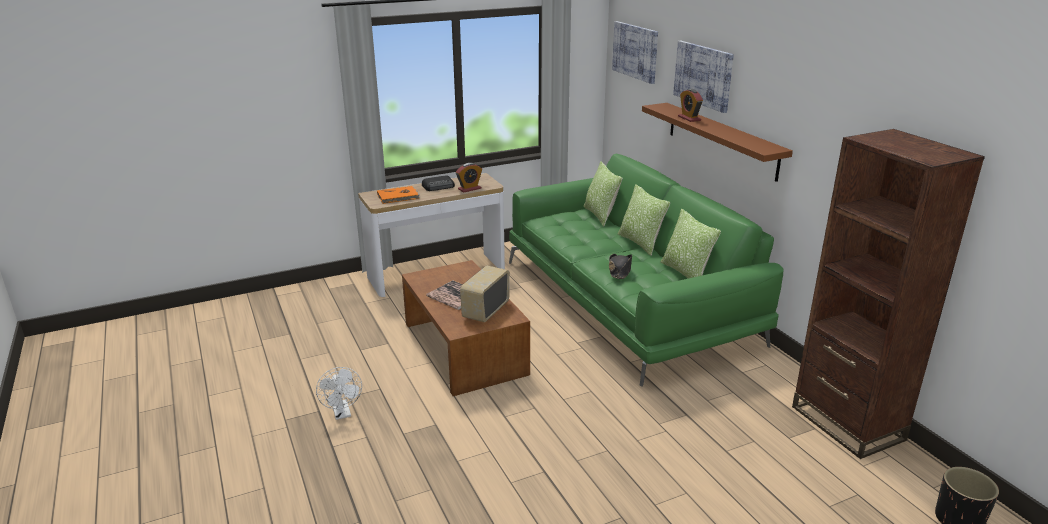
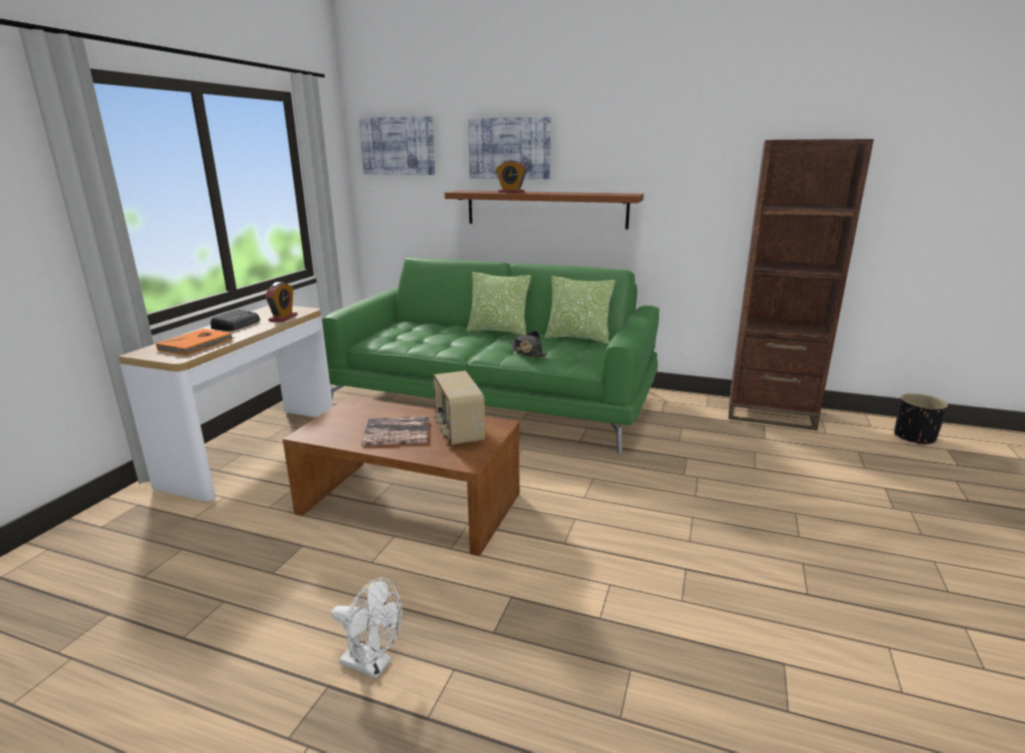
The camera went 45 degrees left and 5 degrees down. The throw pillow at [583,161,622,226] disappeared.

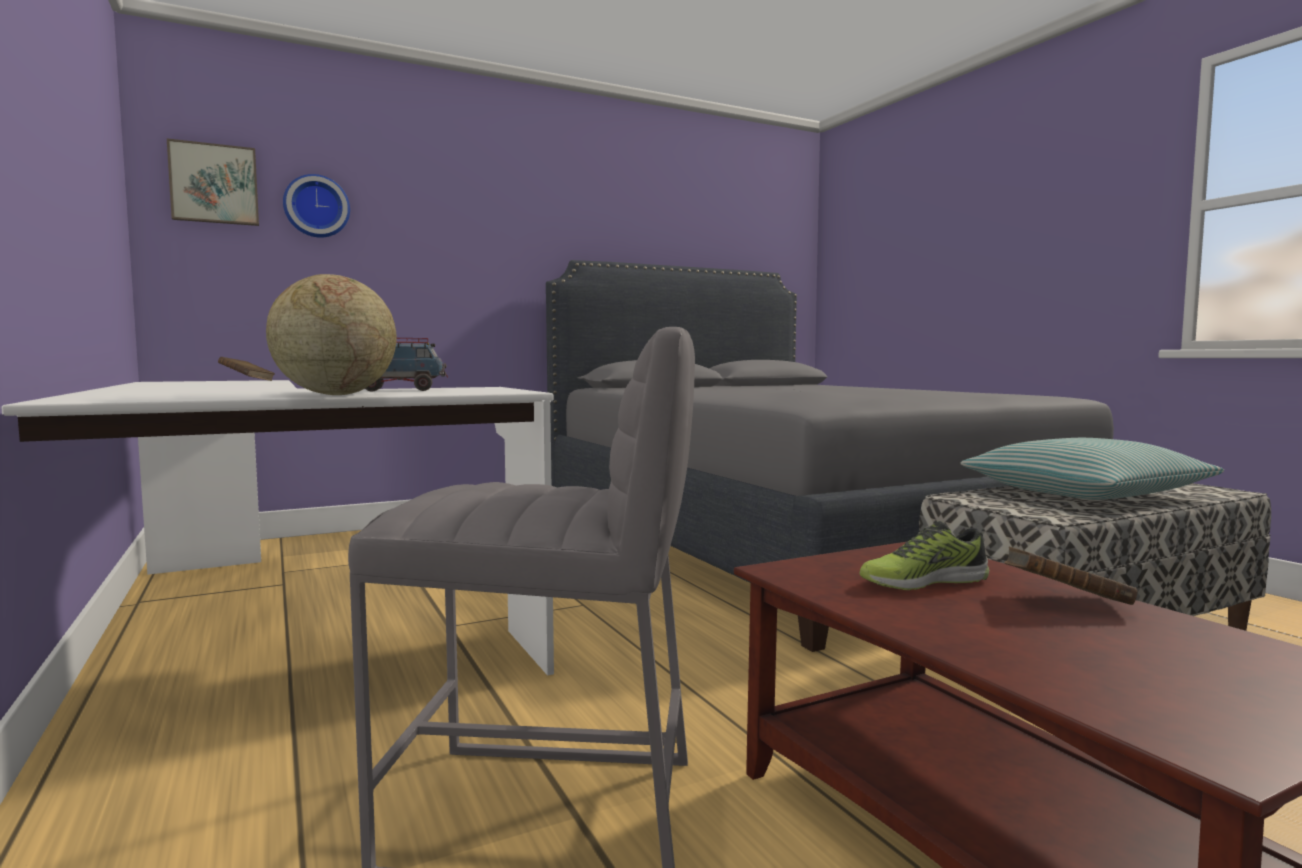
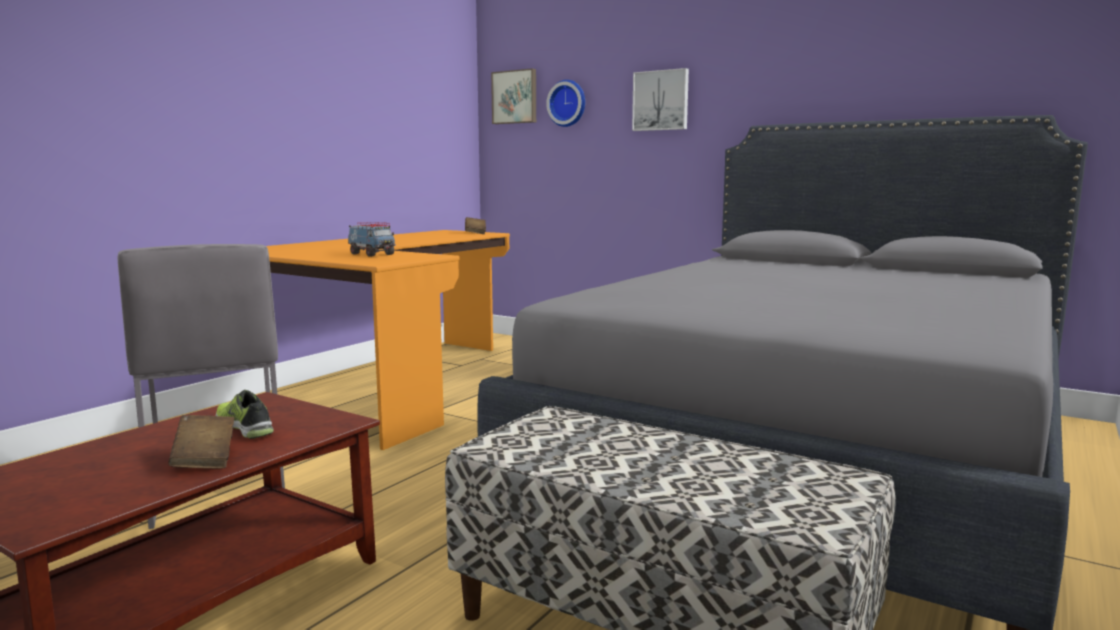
The camera went 60 degrees right and 5 degrees up. The white-coloured desk unit at [1,380,554,676] became the orangey desk unit at [266,230,510,450]. The wall art at [632,68,689,131] appeared. The globe at [266,274,397,395] disappeared. The throw pillow at [960,438,1224,500] disappeared.

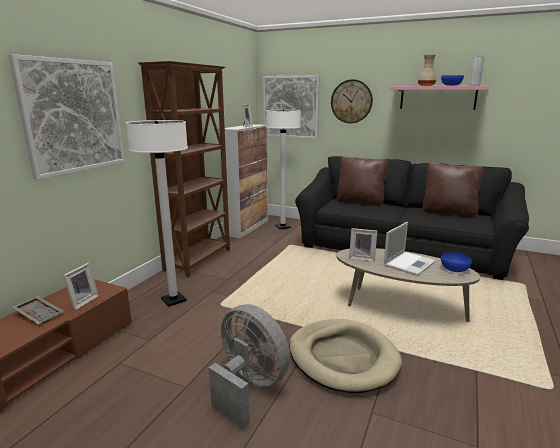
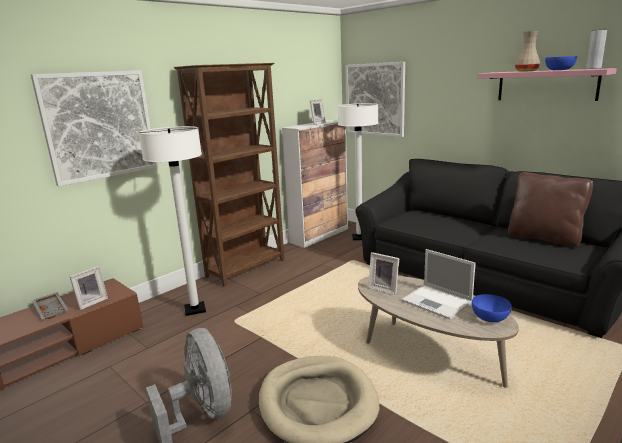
The camera went 20 degrees right and 0 degrees up. The laptop at [384,222,436,276] turned 75 degrees clockwise. The clock on the wall at [331,79,373,123] disappeared. The brownish throw pillow at [337,157,388,206] disappeared.

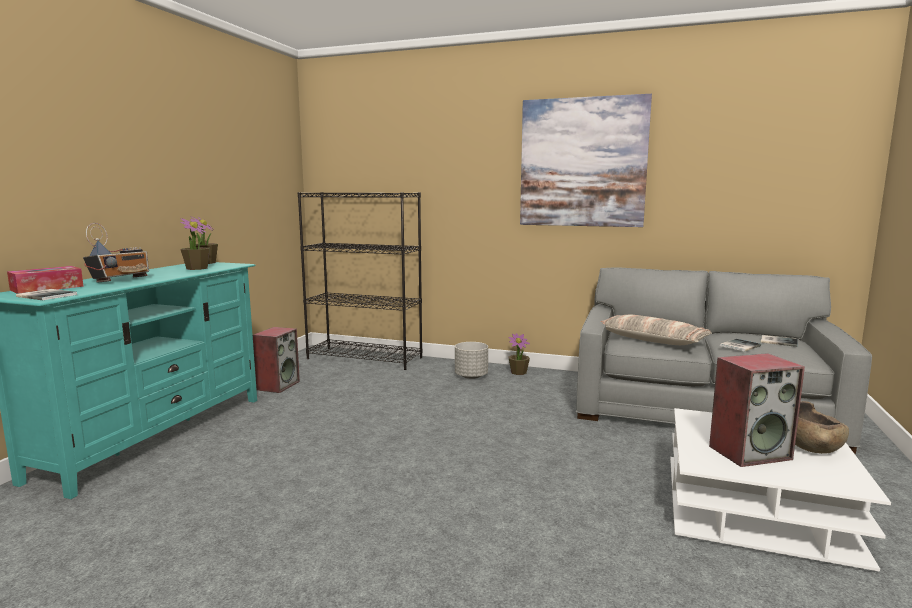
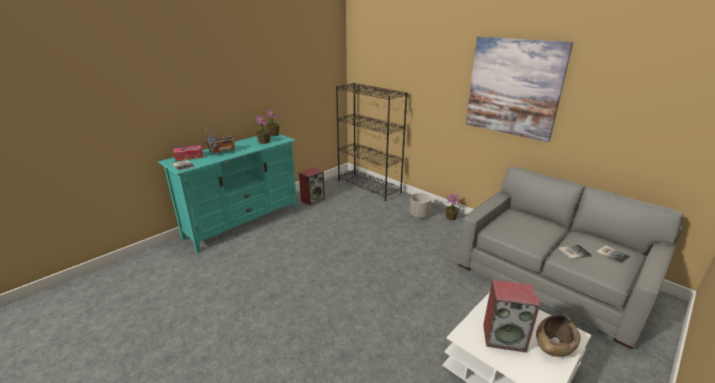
The camera went 25 degrees right and 15 degrees up. The throw pillow at [600,315,712,345] disappeared.

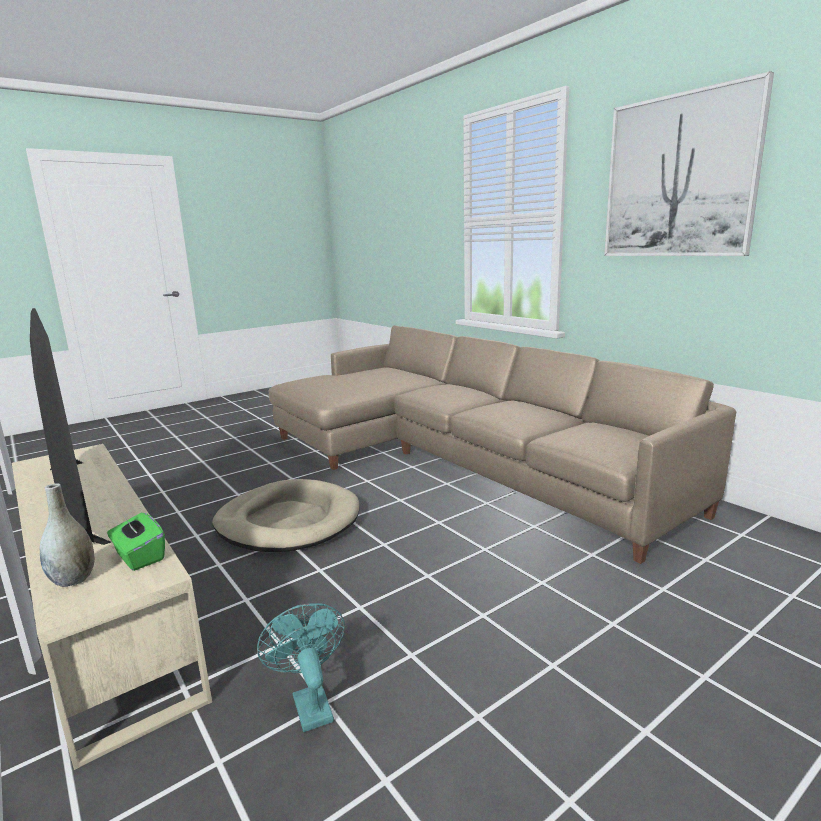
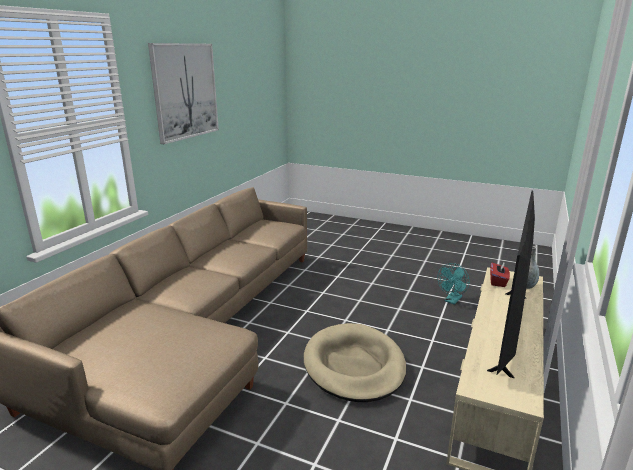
The camera went 120 degrees left and 5 degrees up. The green-coloured box of tissues at [107,513,165,571] became the red box of tissues at [490,261,510,287].

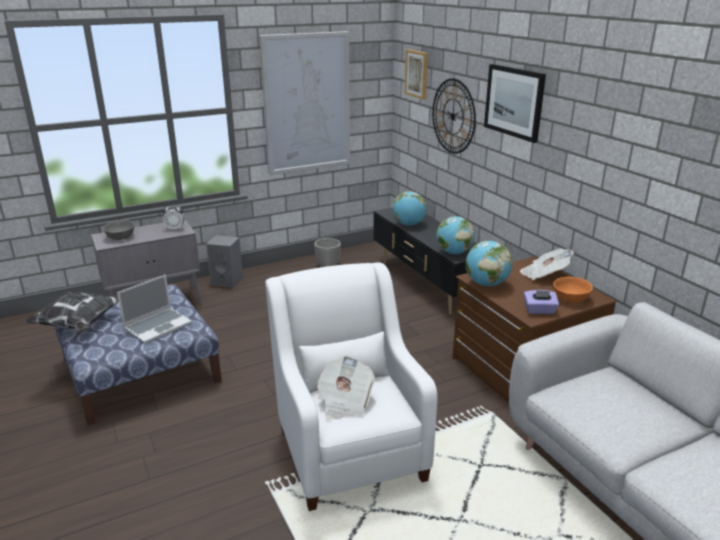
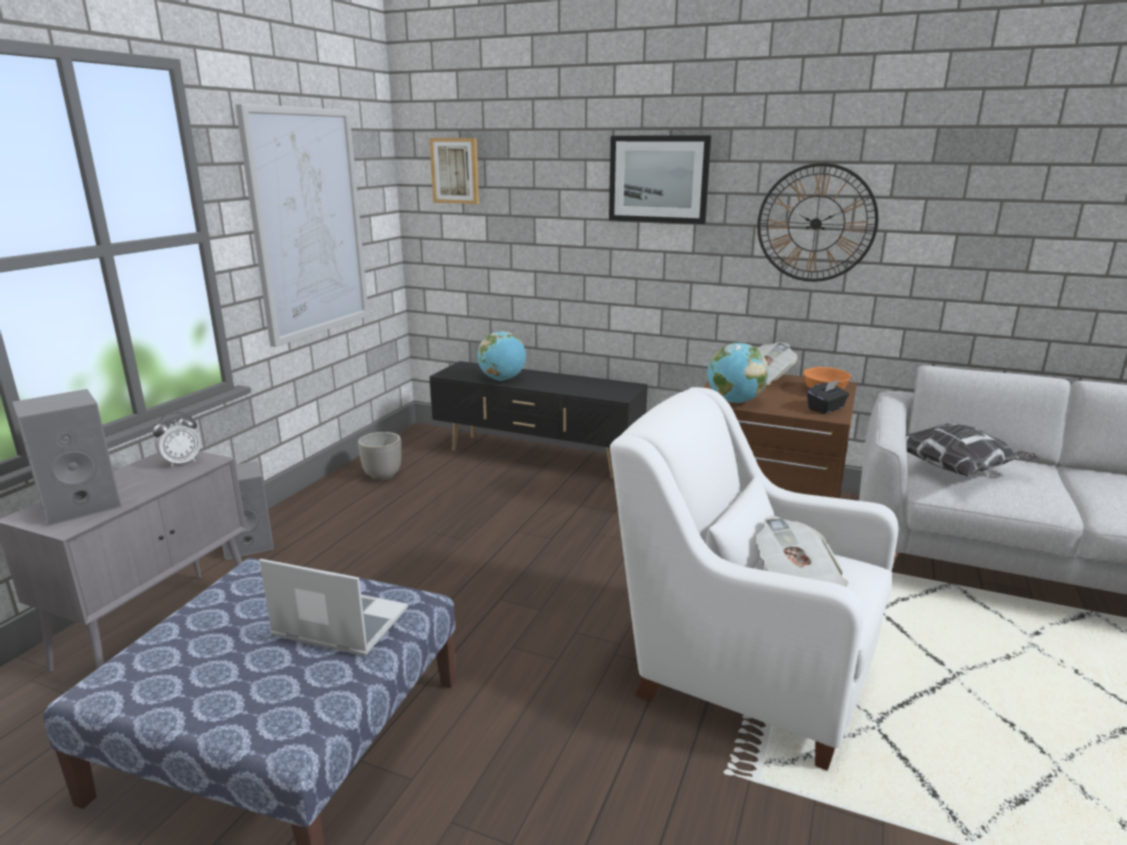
The camera went 40 degrees left and 5 degrees down. The gray deep dish at [103,220,135,240] was replaced by the gray loudspeaker at [12,389,122,526]. The laptop at [117,275,192,344] turned 75 degrees counterclockwise. The clock on the wall moved from [432,78,476,154] to [757,163,878,282]. The purple-coloured box of tissues at [524,290,559,314] became the black-coloured box of tissues at [807,380,849,414]. The throw pillow moved from [25,291,119,332] to [905,423,1039,476]. The globe at [436,216,475,254] disappeared.

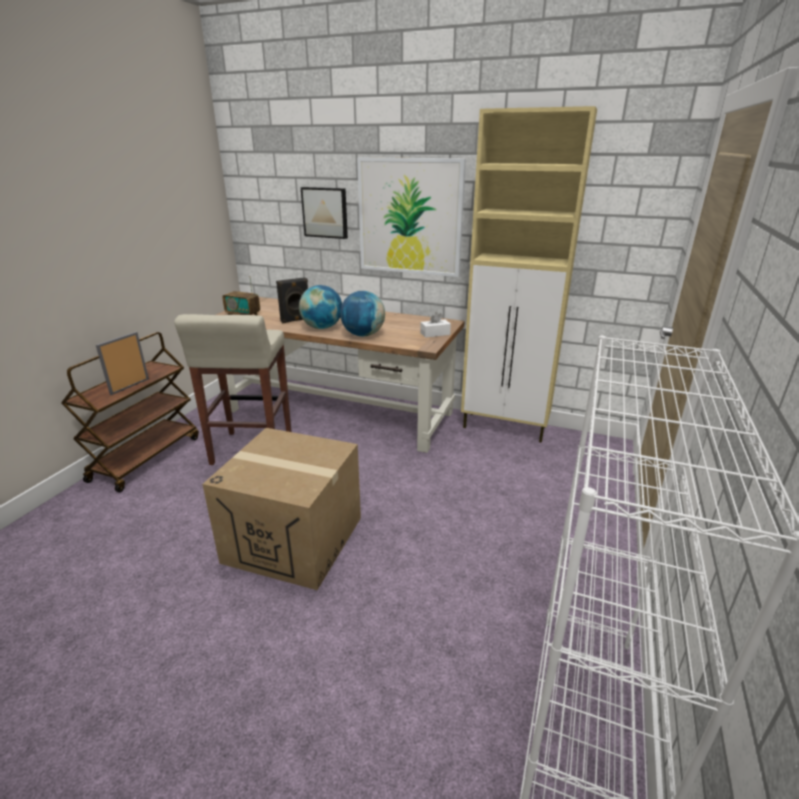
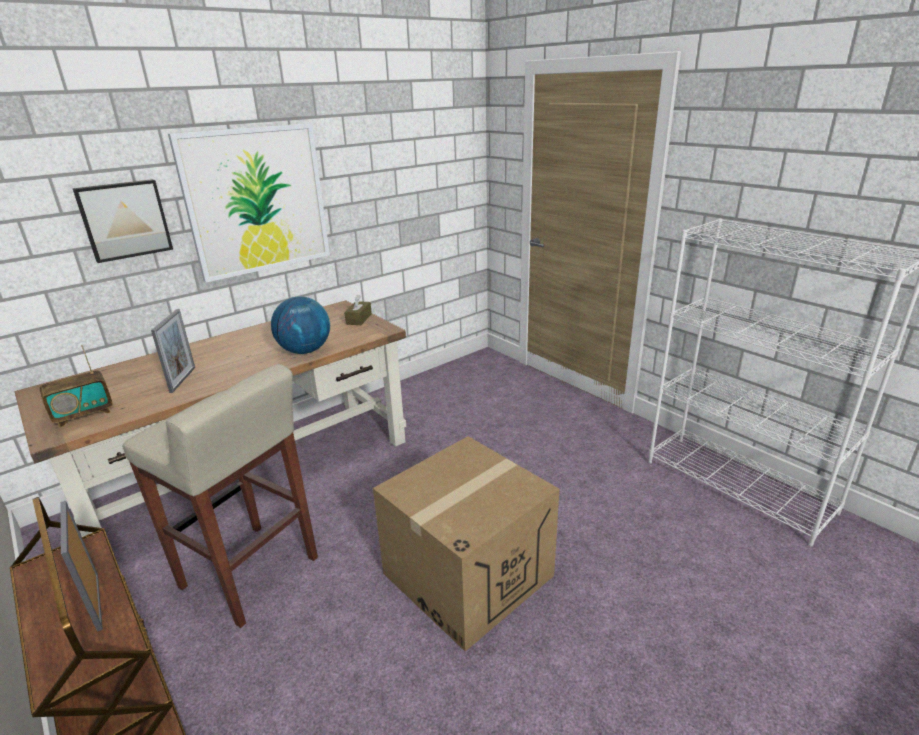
The camera went 60 degrees left and 0 degrees up. The black-coloured loudspeaker at [276,277,308,323] was replaced by the standing frame at [151,309,195,393]. The white-coloured box of tissues at [420,312,451,338] became the brownish box of tissues at [344,294,372,325]. The globe at [299,285,342,329] disappeared. The beige-coloured cupboard at [461,106,597,443] disappeared.

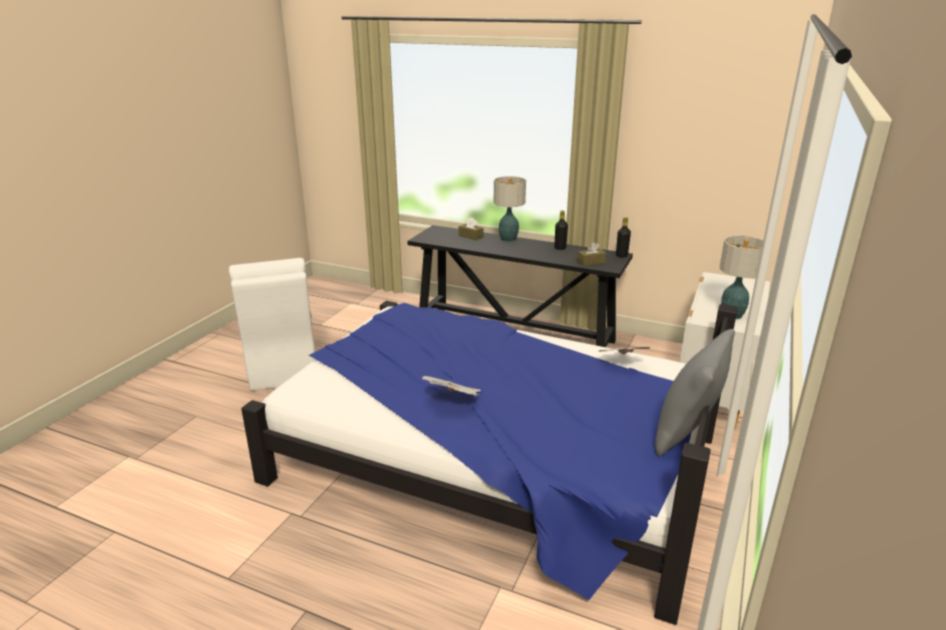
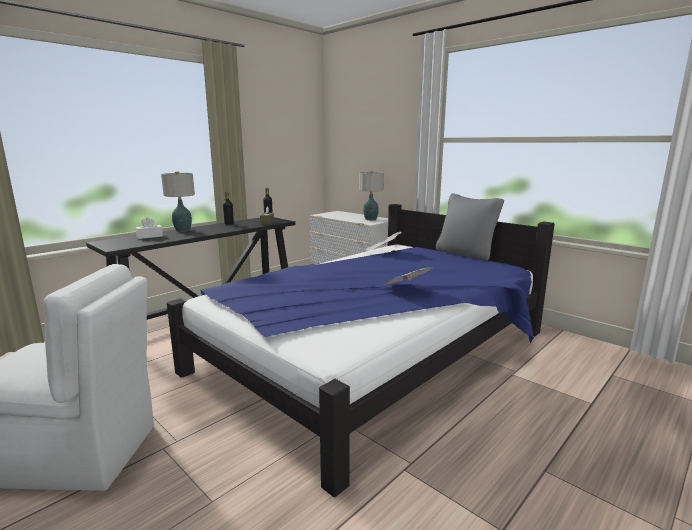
The camera went 70 degrees left and 10 degrees down. The brownish box of tissues at [459,218,484,240] became the white-coloured box of tissues at [136,217,163,239].

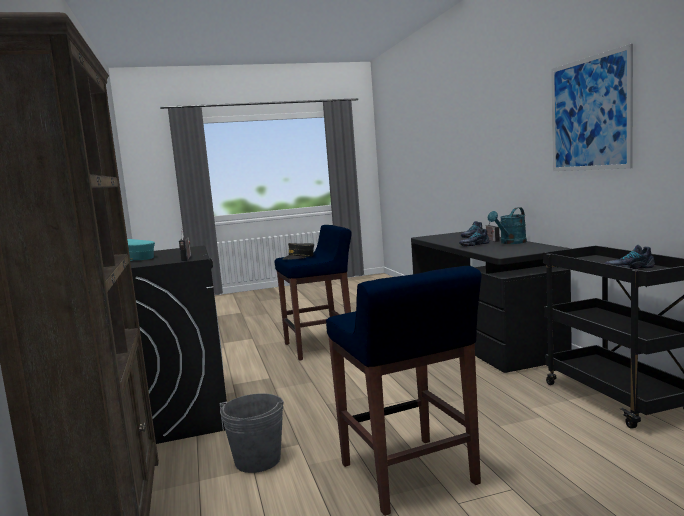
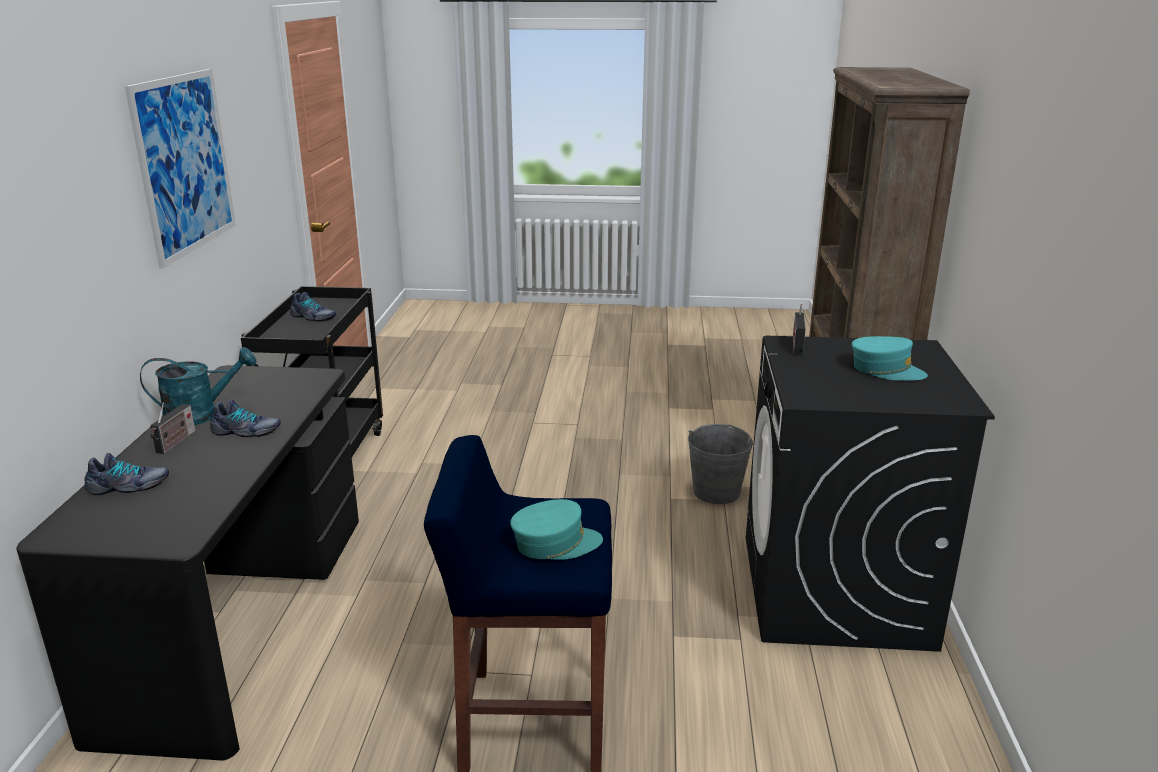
The camera went 160 degrees left and 15 degrees up. The gray baseball cap at [283,243,314,260] became the blue-green baseball cap at [510,499,603,560]. The blue stool seat at [326,266,481,516] disappeared.

